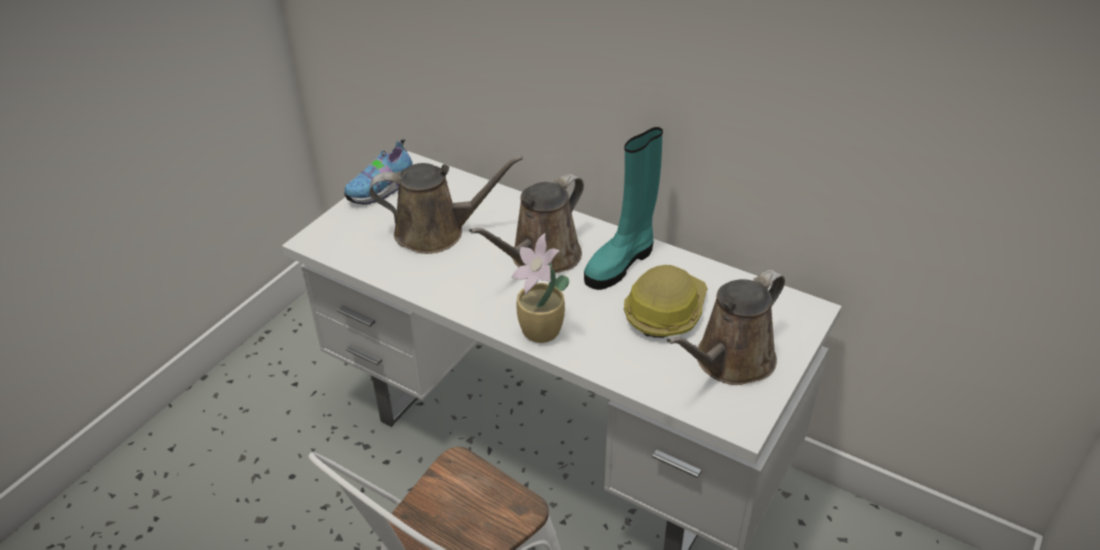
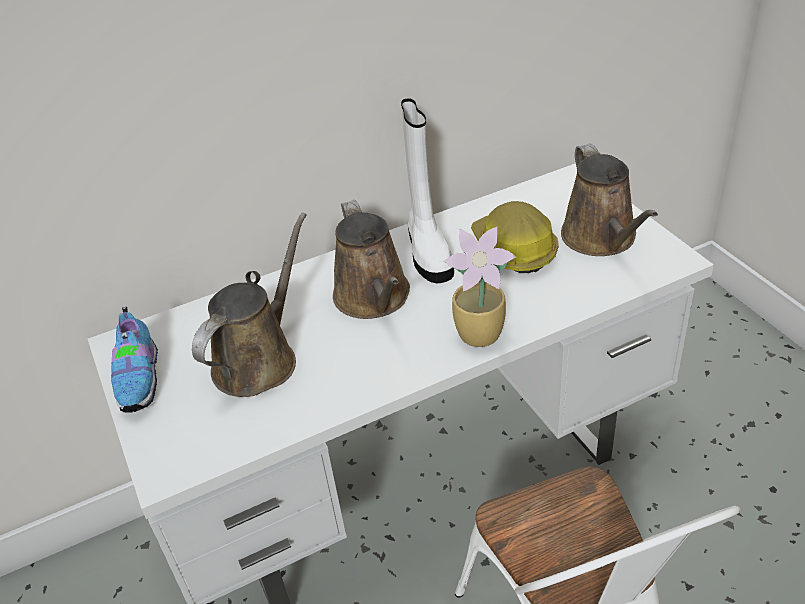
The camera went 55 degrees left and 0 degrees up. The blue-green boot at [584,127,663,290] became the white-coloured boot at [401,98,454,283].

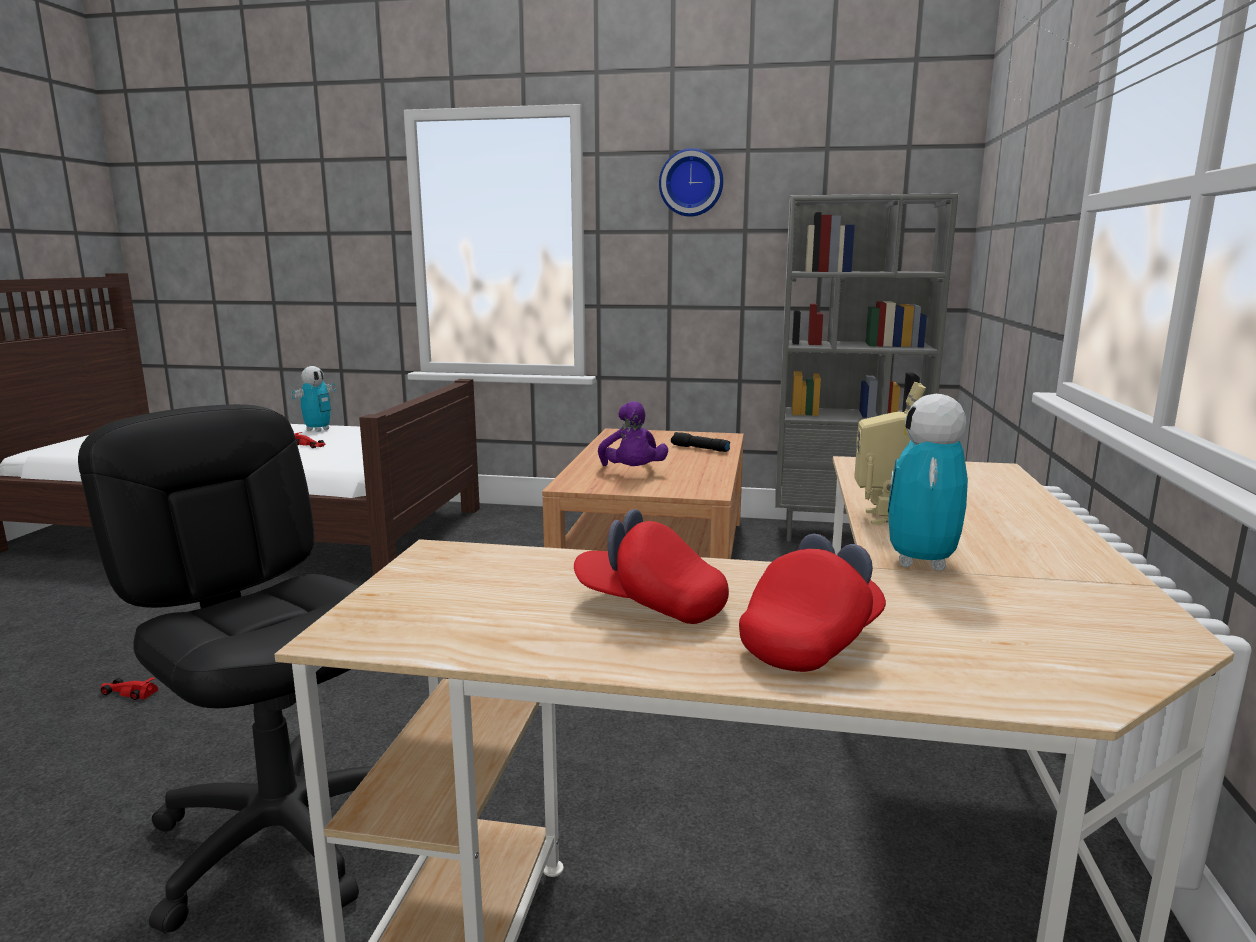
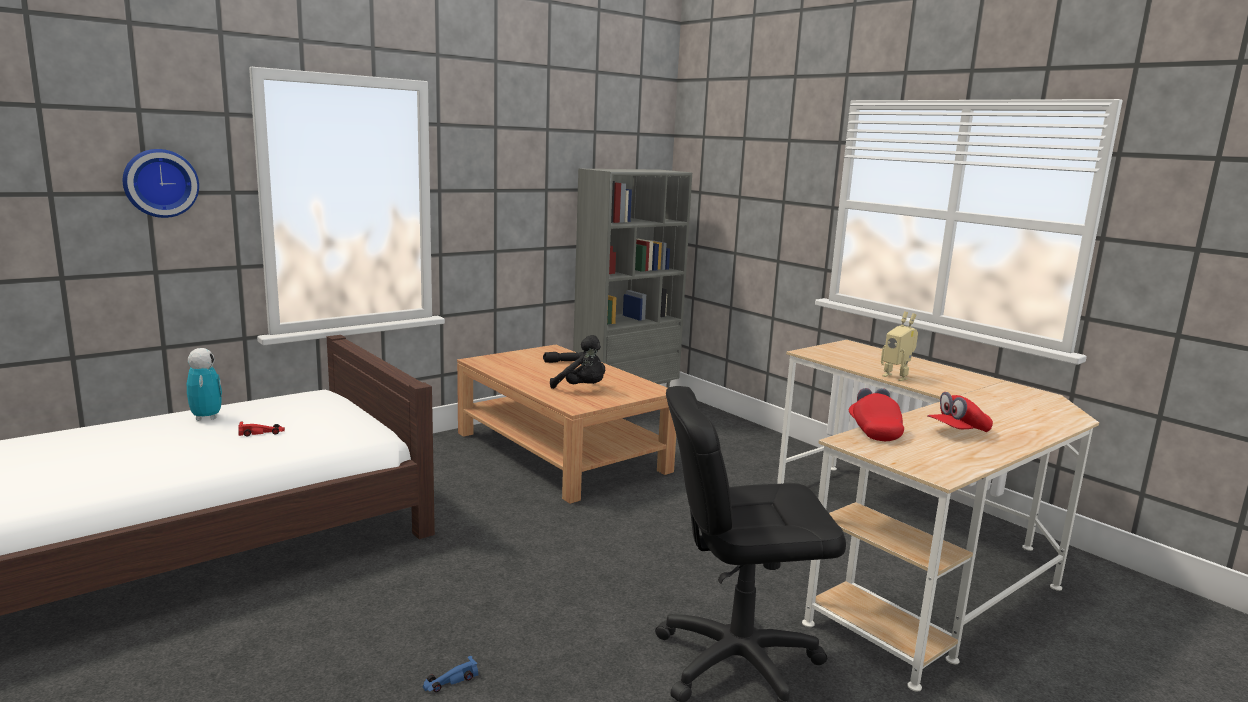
The camera went 50 degrees left and 0 degrees up. The clock on the wall moved from [659,148,723,217] to [123,149,199,218]. The red miniature car at [99,678,158,700] became the blue miniature car at [423,656,478,692]. The purple-coloured cuddly toy at [598,401,668,466] became the black-coloured cuddly toy at [550,335,605,389]. The red baseball cap moved from [739,534,886,672] to [849,388,904,441]. The model robot at [888,394,968,571] disappeared.

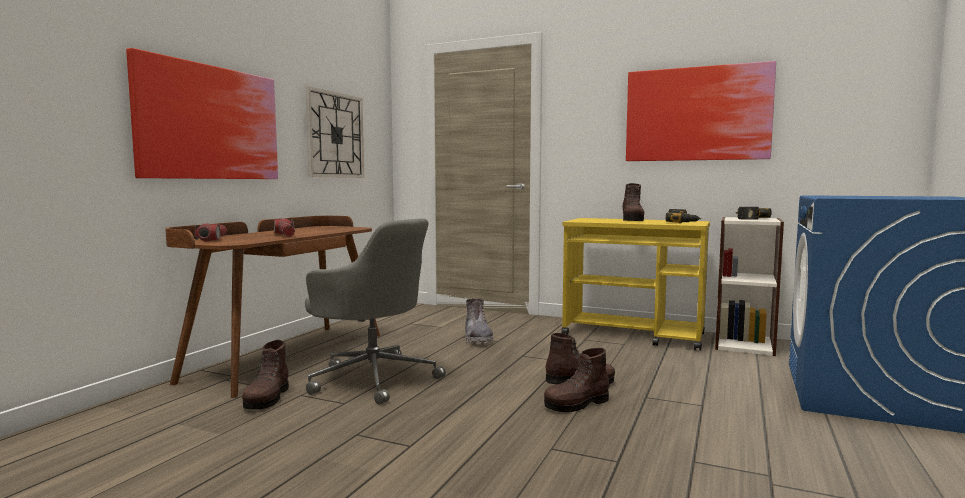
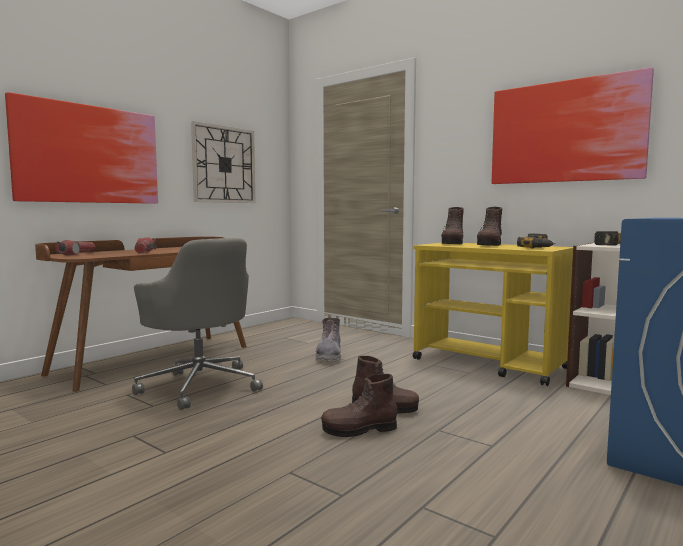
The camera went 15 degrees right and 0 degrees up. The brownish boot moved from [242,340,289,410] to [441,207,464,244].

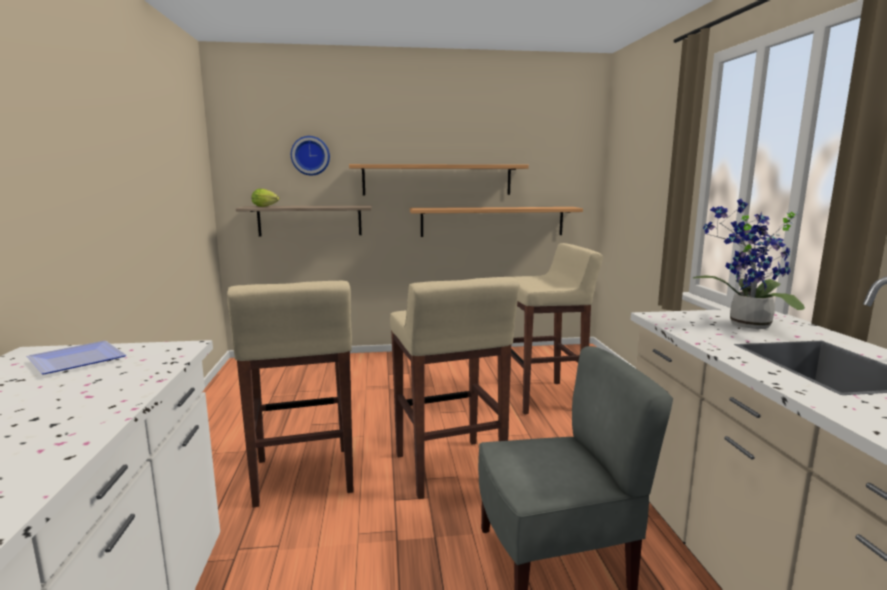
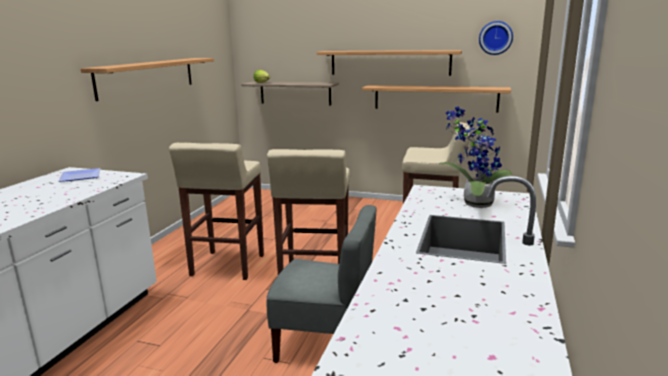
The camera went 25 degrees right and 5 degrees up. The shelf at [81,58,214,101] appeared. The clock on the wall moved from [291,136,330,176] to [479,21,513,55].

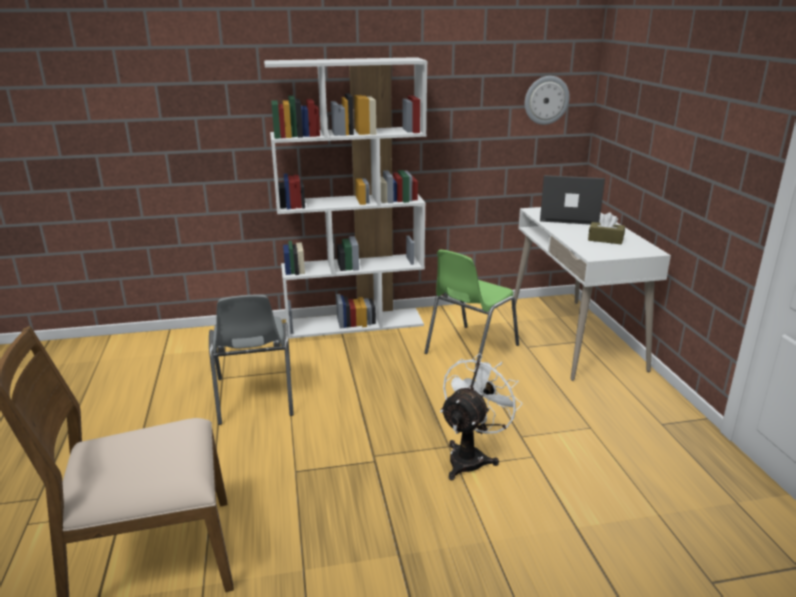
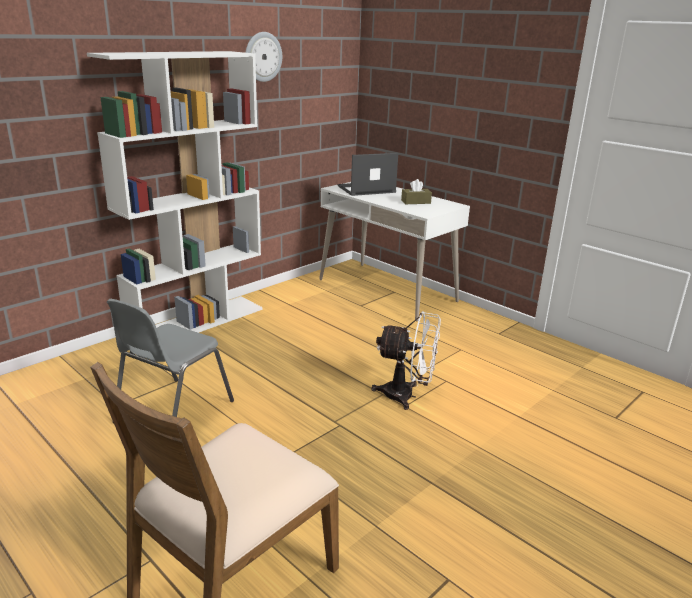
The camera went 35 degrees left and 0 degrees up. The gray plain chair at [209,295,294,425] turned 75 degrees clockwise. The clock on the wall moved from [525,76,570,125] to [245,32,282,82]. The white-coloured cooling fan at [440,353,522,480] turned 105 degrees clockwise. The green-coloured plain chair at [424,250,519,370] disappeared.

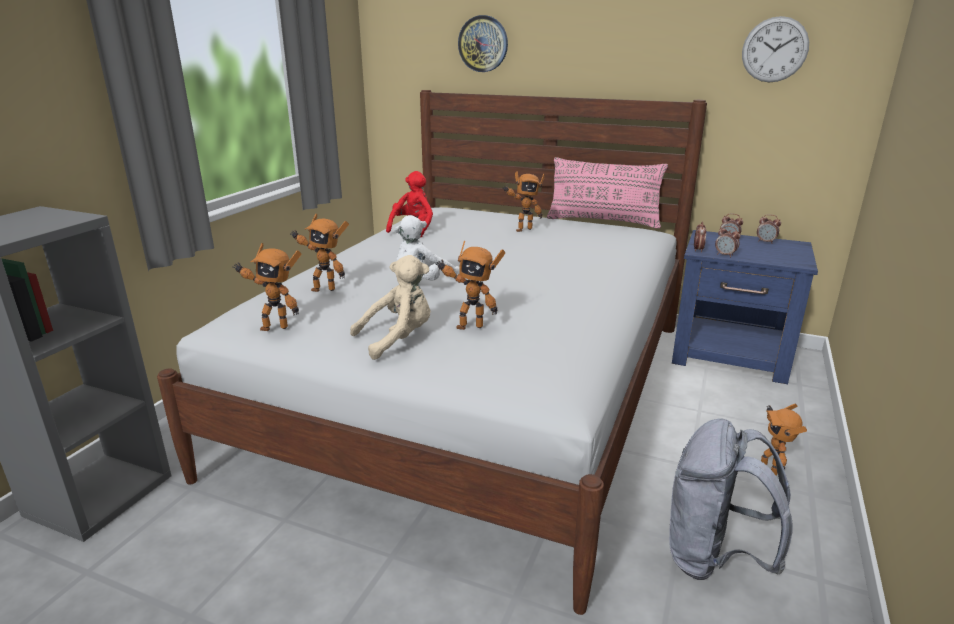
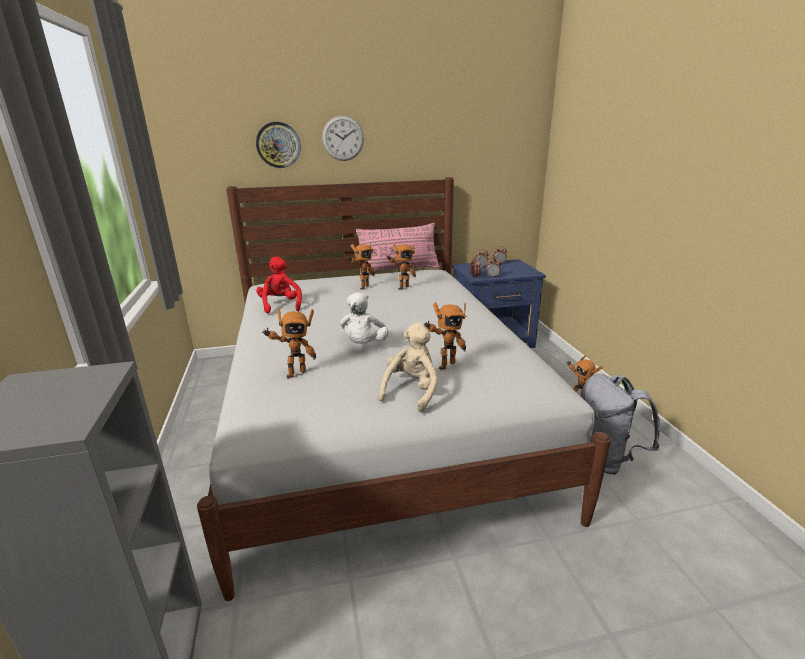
The camera went 35 degrees left and 0 degrees up. The clock on the wall moved from [742,16,809,82] to [322,116,364,161]. The model robot moved from [233,243,302,331] to [387,243,416,290].

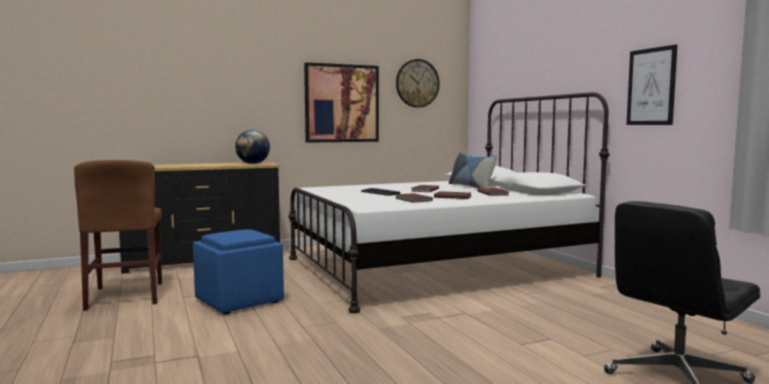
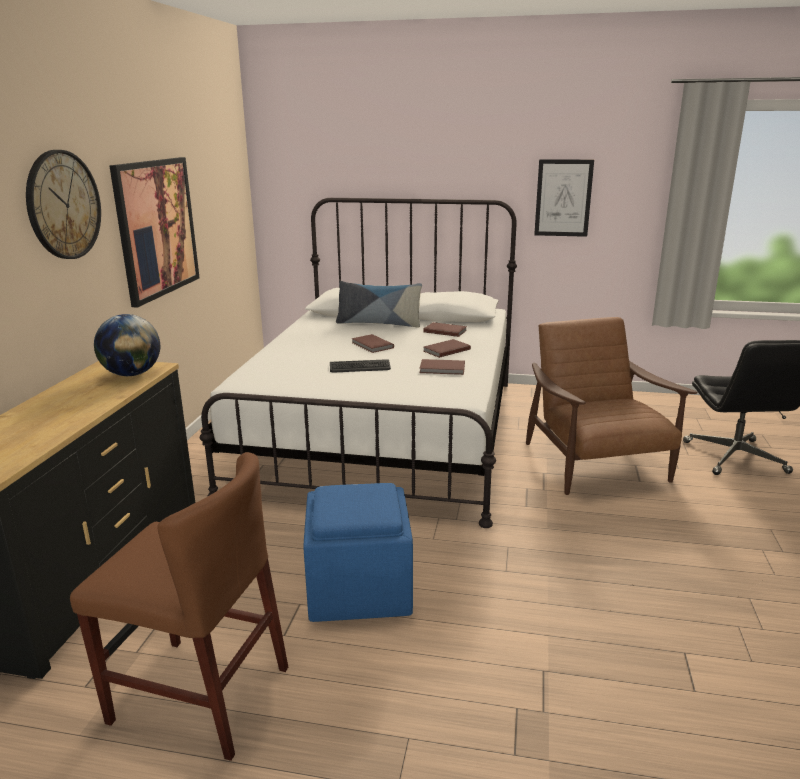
The camera went 55 degrees left and 15 degrees up. The clock on the wall moved from [396,59,440,108] to [26,150,101,259]. The brownish armchair at [526,317,697,495] appeared.

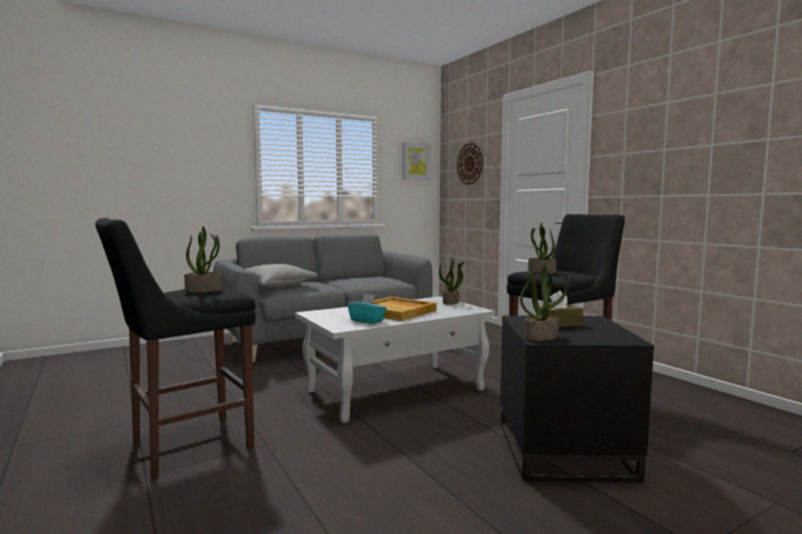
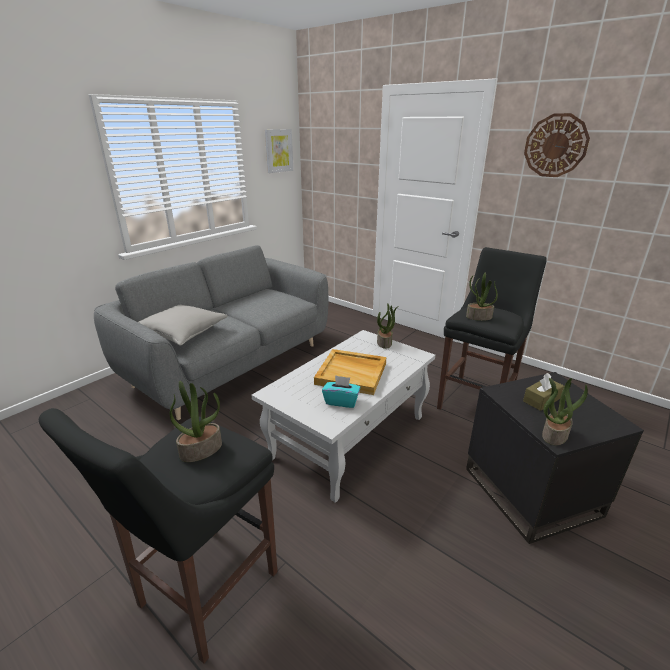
The camera went 20 degrees left and 20 degrees up. The clock on the wall moved from [457,143,483,185] to [524,113,590,177].

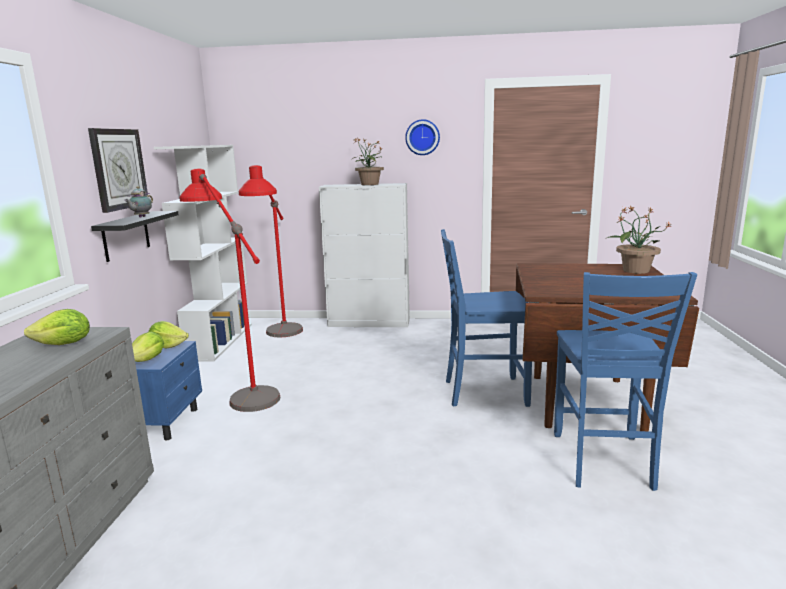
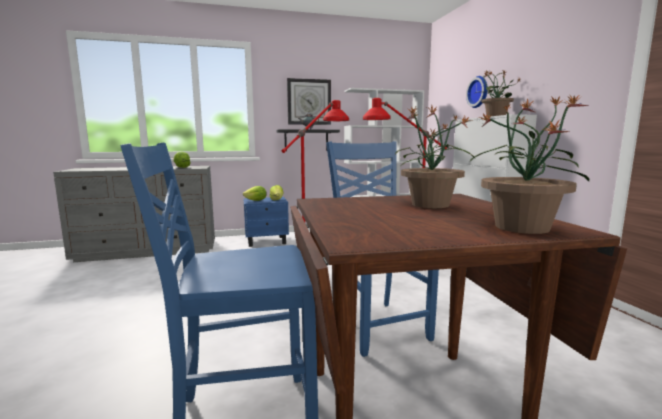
The camera went 70 degrees right and 5 degrees down. The houseplant at [395,105,474,208] appeared. The clock on the wall moved from [405,119,440,155] to [466,76,488,108].

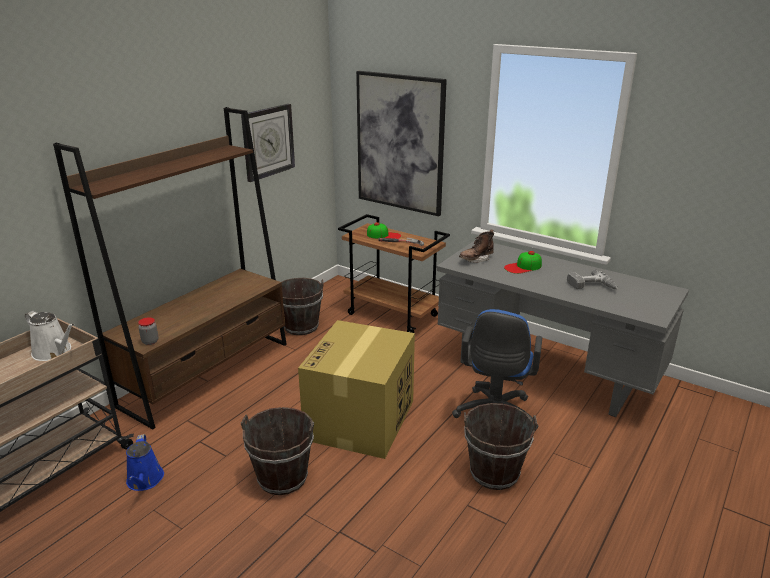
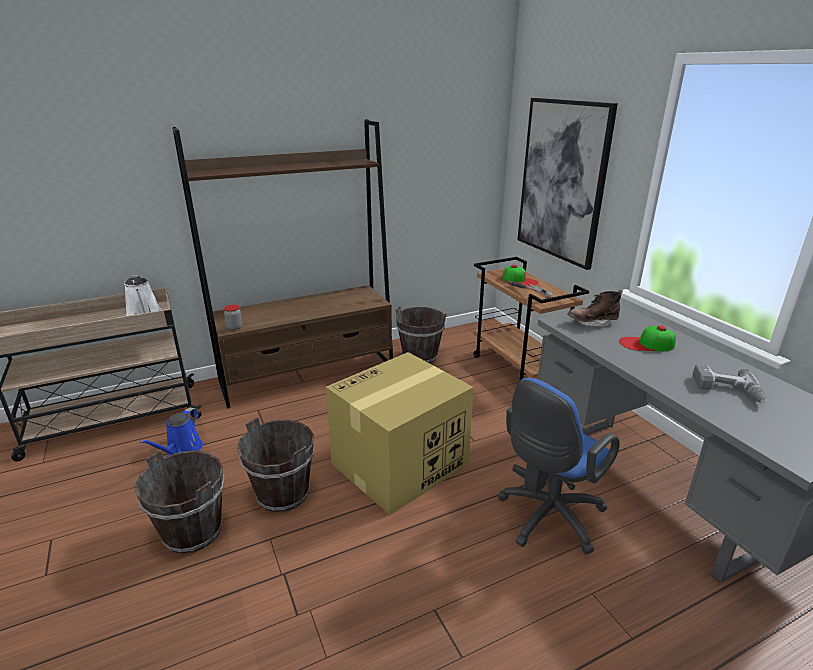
The camera went 30 degrees right and 0 degrees up. The brownish water bucket moved from [464,403,537,490] to [134,450,224,554]. The clock on the wall at [241,104,295,182] disappeared.

